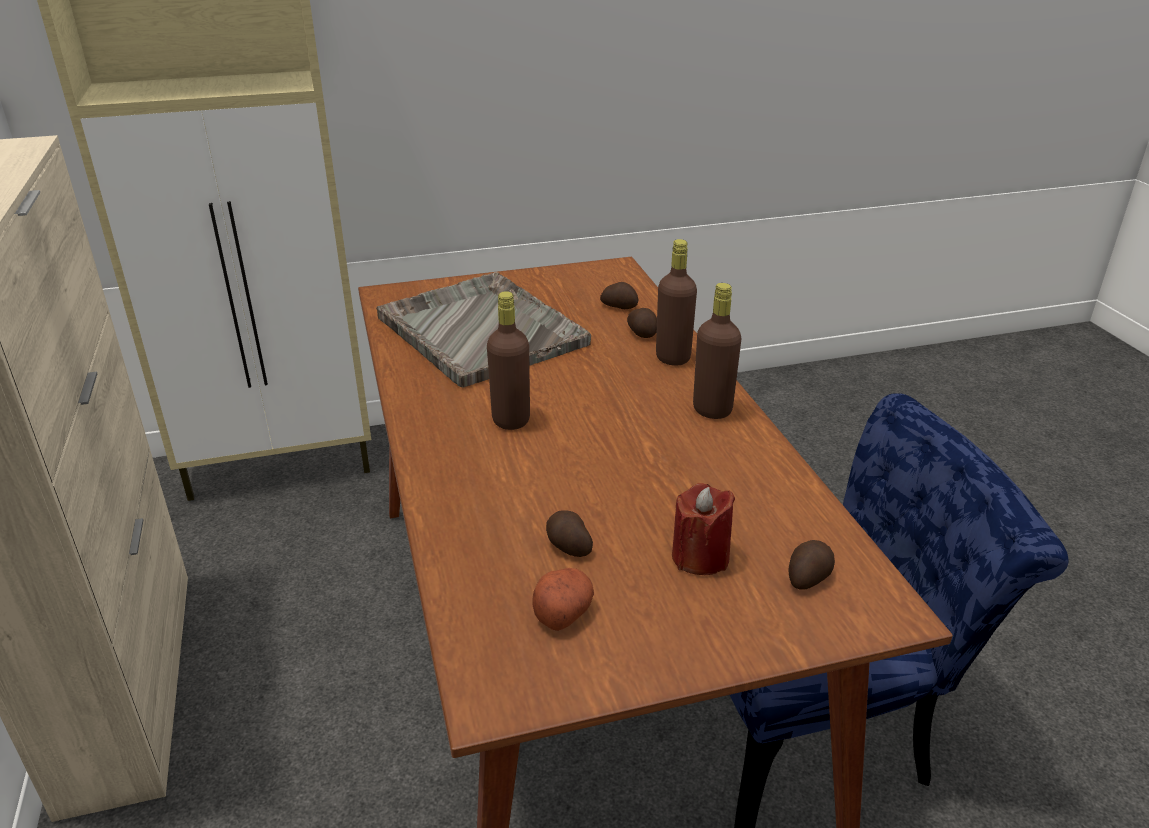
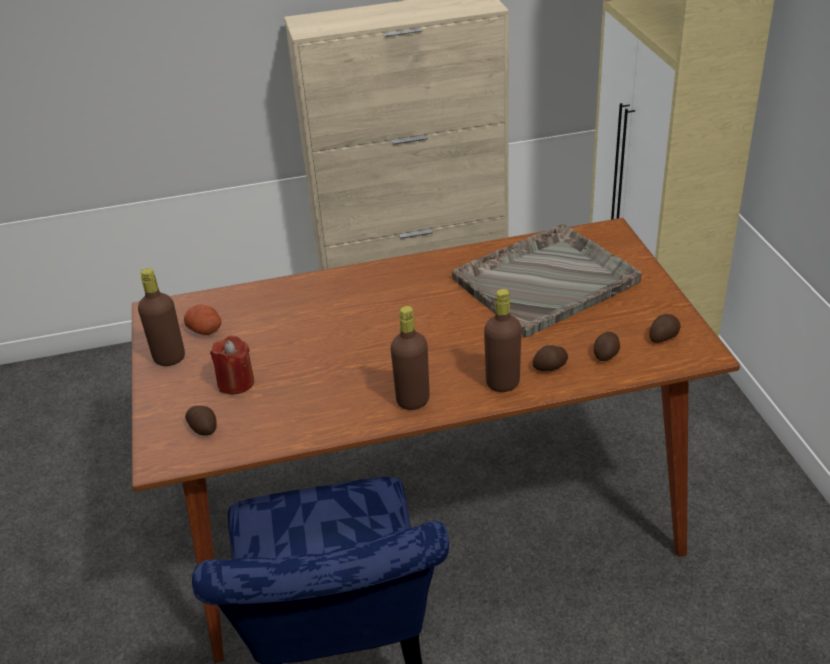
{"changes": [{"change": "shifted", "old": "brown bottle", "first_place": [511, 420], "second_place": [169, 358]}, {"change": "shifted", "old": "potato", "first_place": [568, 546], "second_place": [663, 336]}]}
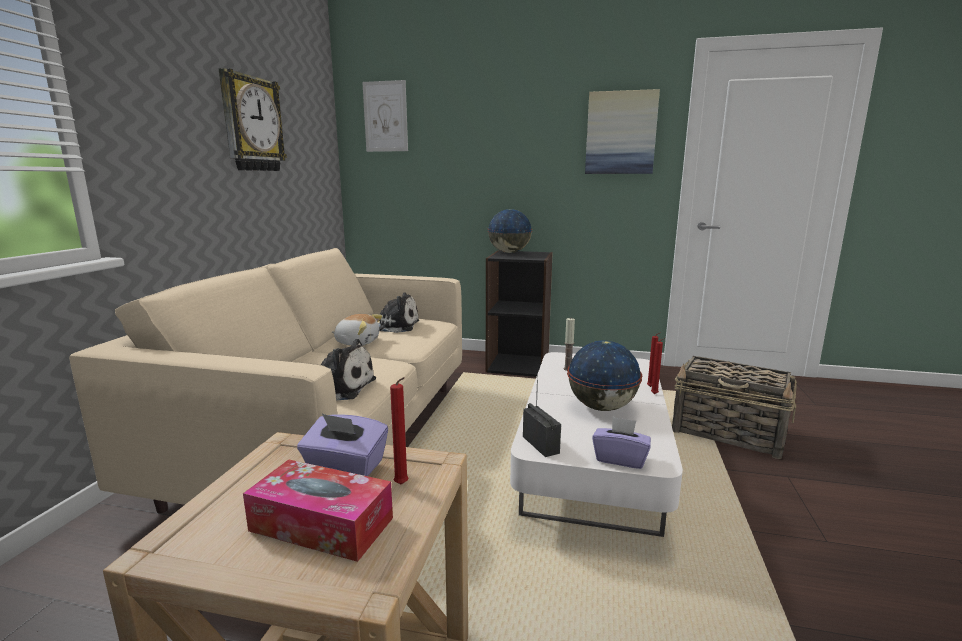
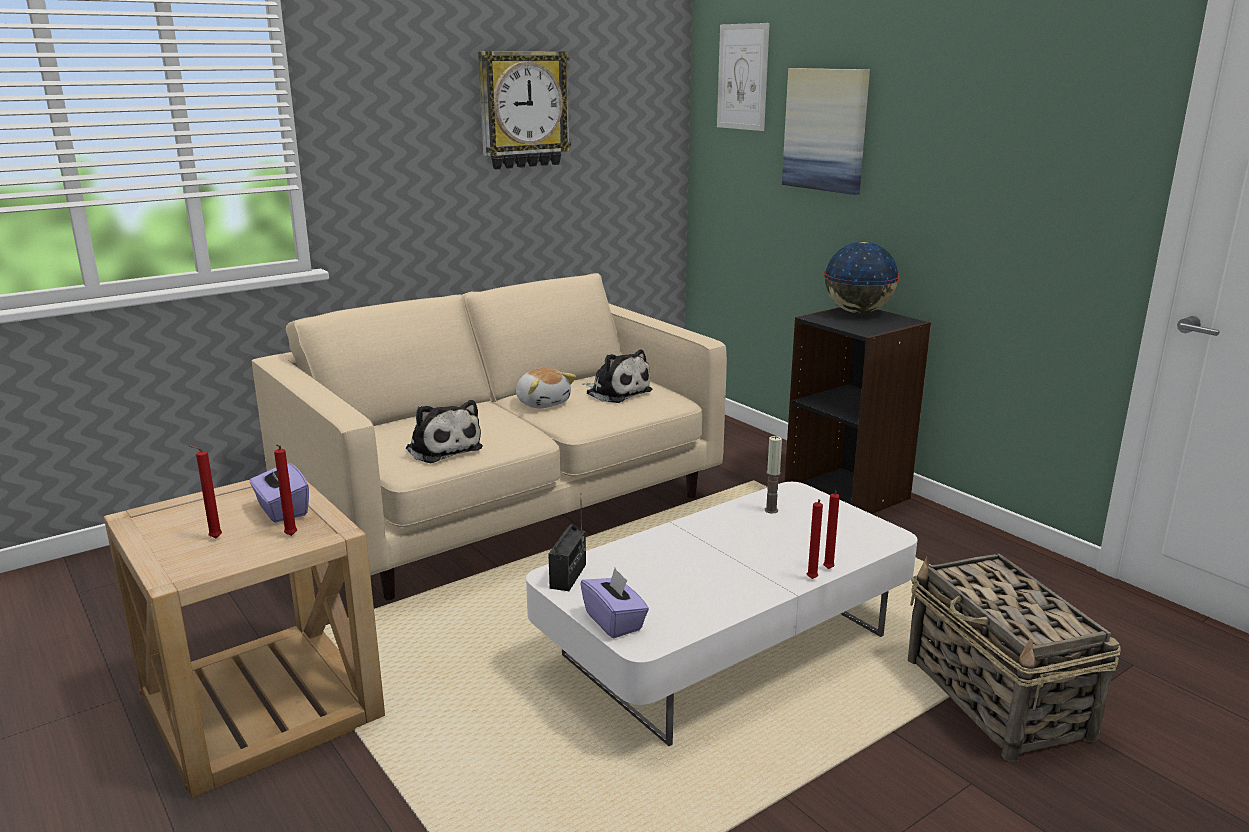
{"changes": [{"change": "swapped", "old": "tissue box", "new": "red candle", "first_place": [322, 524], "second_place": [213, 539]}, {"change": "shifted", "old": "picture", "first_place": [620, 133], "second_place": [826, 130]}, {"change": "gone", "old": "globe", "first_place": [601, 407]}]}
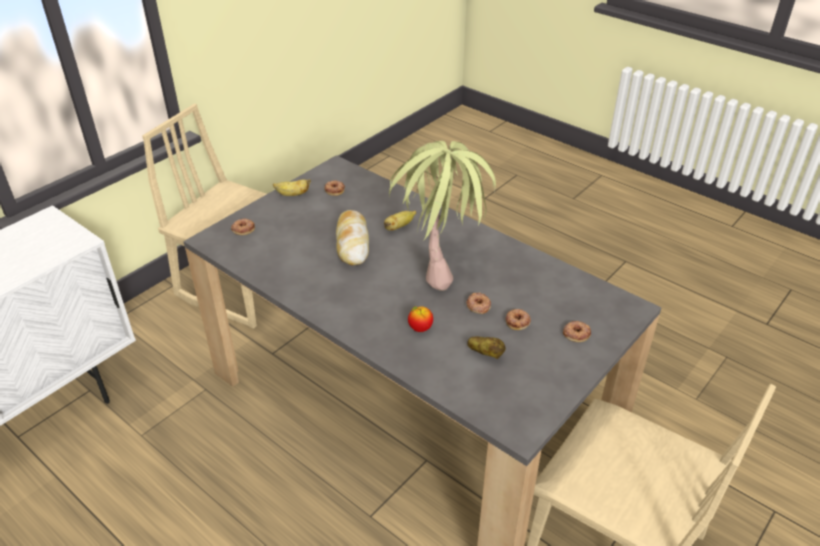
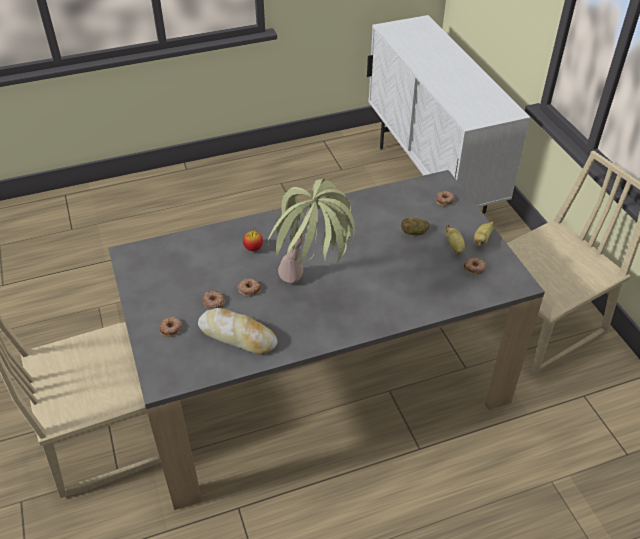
{"changes": [{"change": "shifted", "old": "bread", "first_place": [352, 242], "second_place": [237, 336]}, {"change": "shifted", "old": "potato", "first_place": [486, 353], "second_place": [414, 233]}, {"change": "shifted", "old": "banana", "first_place": [399, 227], "second_place": [454, 247]}]}
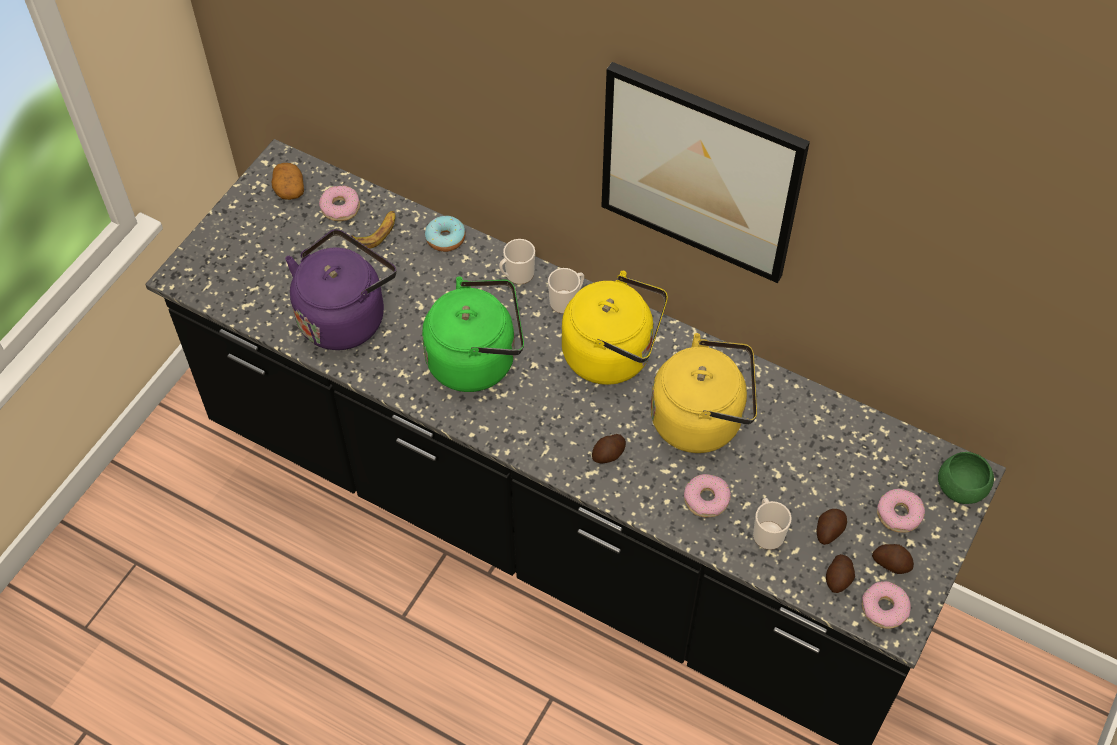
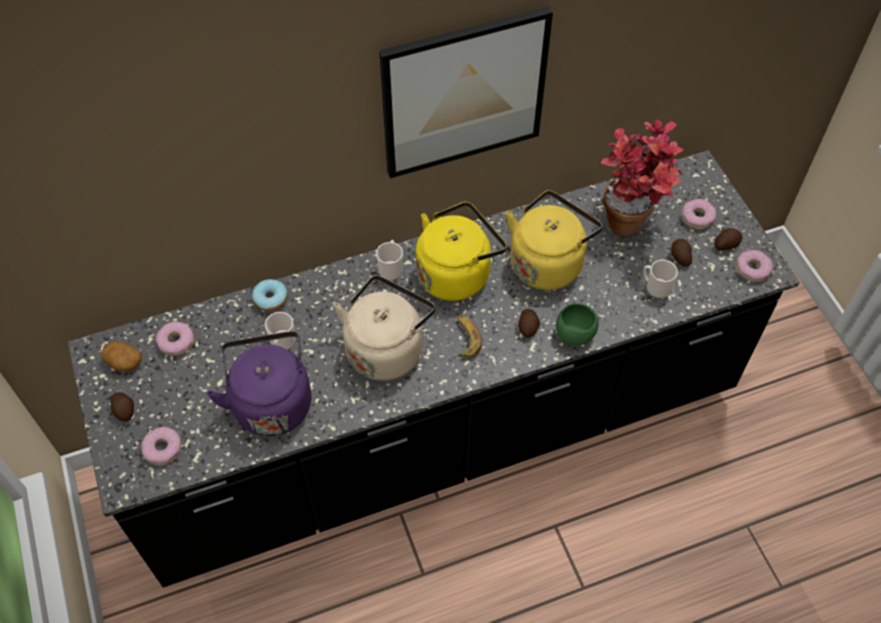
{"changes": [{"change": "shifted", "old": "potato", "first_place": [839, 578], "second_place": [124, 410]}, {"change": "shifted", "old": "donut", "first_place": [706, 499], "second_place": [163, 448]}, {"change": "shifted", "old": "mug", "first_place": [517, 275], "second_place": [282, 343]}, {"change": "repainted", "old": "green kettle", "new": "beige kettle", "first_place": [477, 359], "second_place": [386, 348]}, {"change": "shifted", "old": "banana", "first_place": [377, 232], "second_place": [466, 339]}, {"change": "shifted", "old": "green bowl", "first_place": [961, 489], "second_place": [575, 333]}, {"change": "new", "new": "potted plant", "second_place": [631, 218]}]}
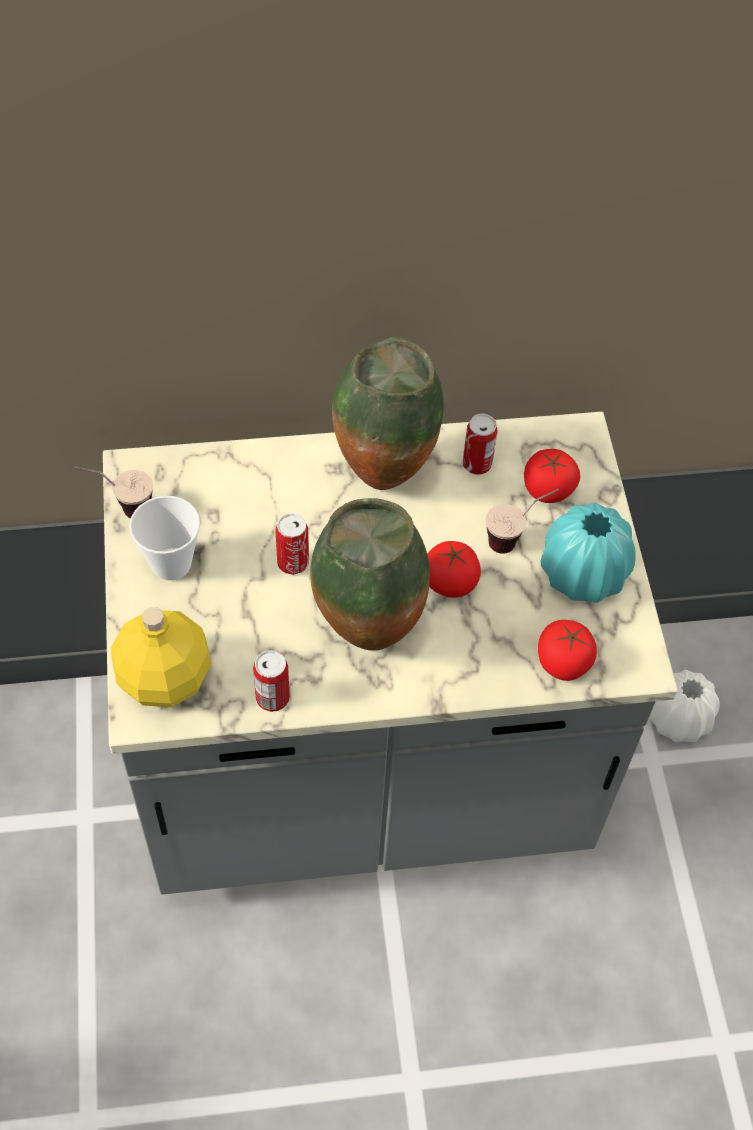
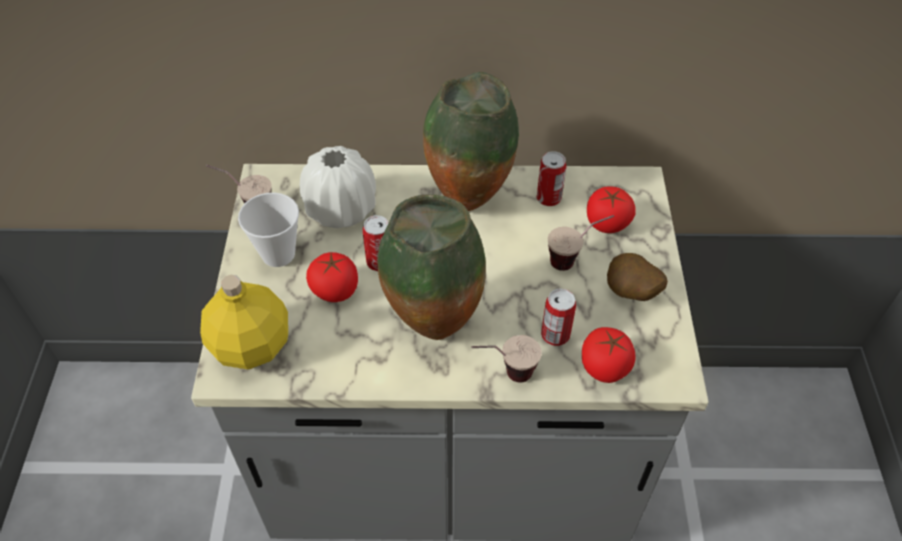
{"changes": [{"change": "shifted", "old": "white vase", "first_place": [678, 719], "second_place": [341, 209]}, {"change": "shifted", "old": "tomato", "first_place": [450, 582], "second_place": [335, 290]}, {"change": "new", "new": "cup", "second_place": [504, 375]}, {"change": "shifted", "old": "can", "first_place": [272, 698], "second_place": [555, 335]}, {"change": "swapped", "old": "turquoise vase", "new": "potato", "first_place": [583, 574], "second_place": [630, 293]}]}
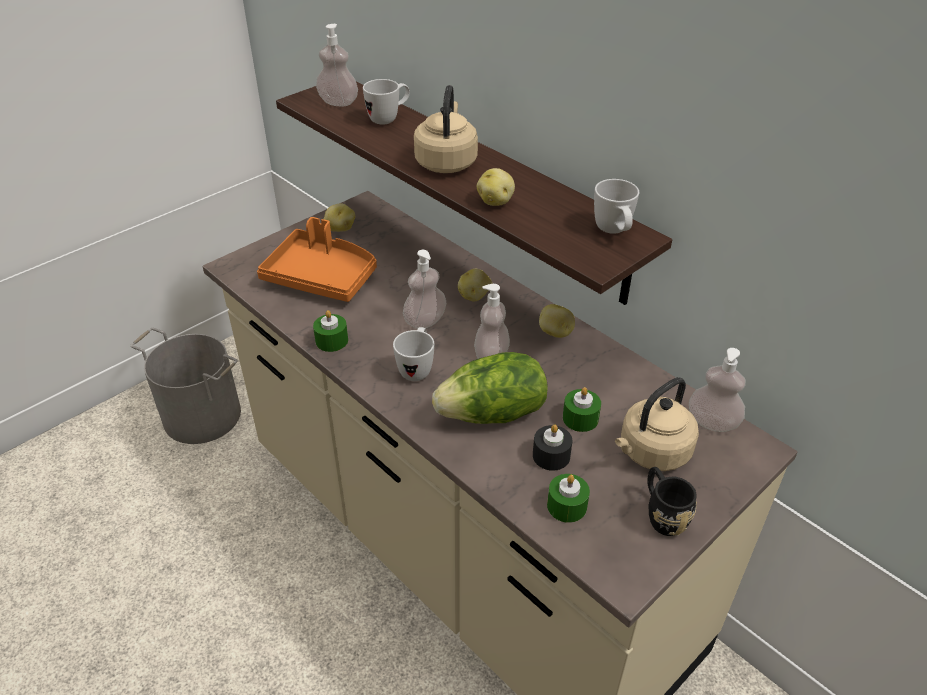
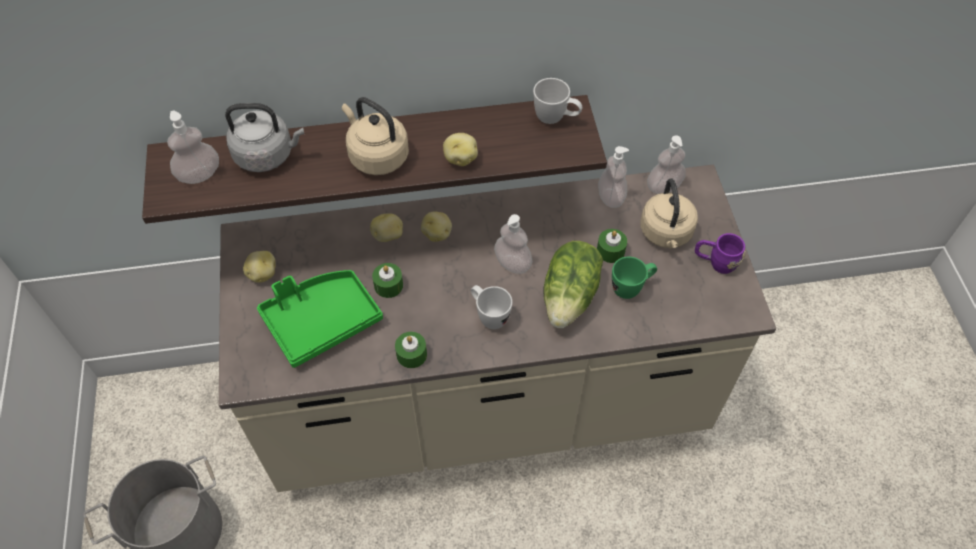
{"changes": [{"change": "swapped", "old": "white mug", "new": "grey kettle", "first_place": [389, 119], "second_place": [267, 155]}, {"change": "repainted", "old": "orange tray", "new": "green tray", "first_place": [322, 277], "second_place": [321, 321]}, {"change": "shifted", "old": "potato", "first_place": [555, 333], "second_place": [388, 235]}, {"change": "shifted", "old": "green candle", "first_place": [567, 506], "second_place": [388, 285]}, {"change": "shifted", "old": "soap dispenser", "first_place": [425, 321], "second_place": [610, 197]}, {"change": "swapped", "old": "black candle", "new": "green mug", "first_place": [551, 456], "second_place": [631, 288]}, {"change": "repainted", "old": "black mug", "new": "purple mug", "first_place": [662, 514], "second_place": [715, 262]}]}
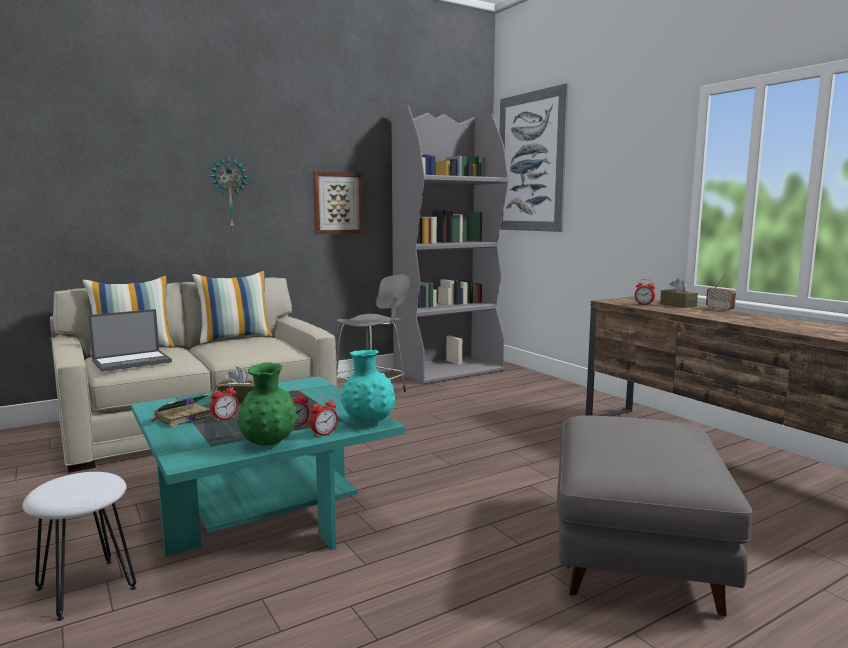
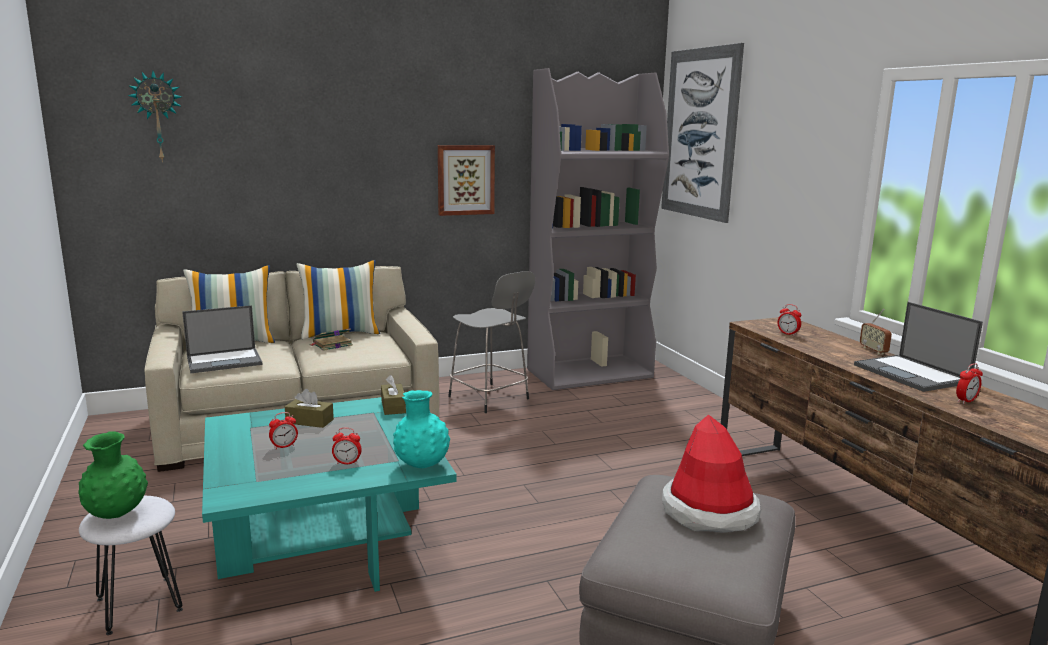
{"changes": [{"change": "shifted", "old": "green vase", "first_place": [268, 443], "second_place": [116, 514]}, {"change": "shifted", "old": "wall clock", "first_place": [229, 193], "second_place": [157, 116]}, {"change": "shifted", "old": "book", "first_place": [182, 418], "second_place": [331, 345]}, {"change": "shifted", "old": "brown tissue box", "first_place": [678, 305], "second_place": [393, 407]}, {"change": "new", "new": "hat", "second_place": [710, 511]}, {"change": "new", "new": "laptop", "second_place": [912, 374]}, {"change": "shifted", "old": "alarm clock", "first_place": [324, 434], "second_place": [966, 401]}]}
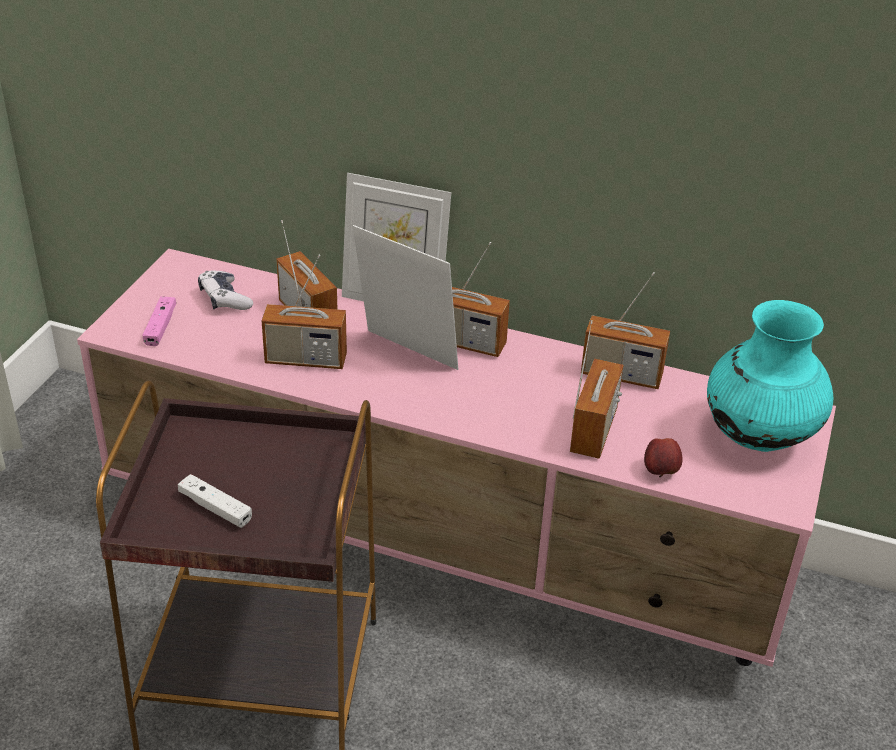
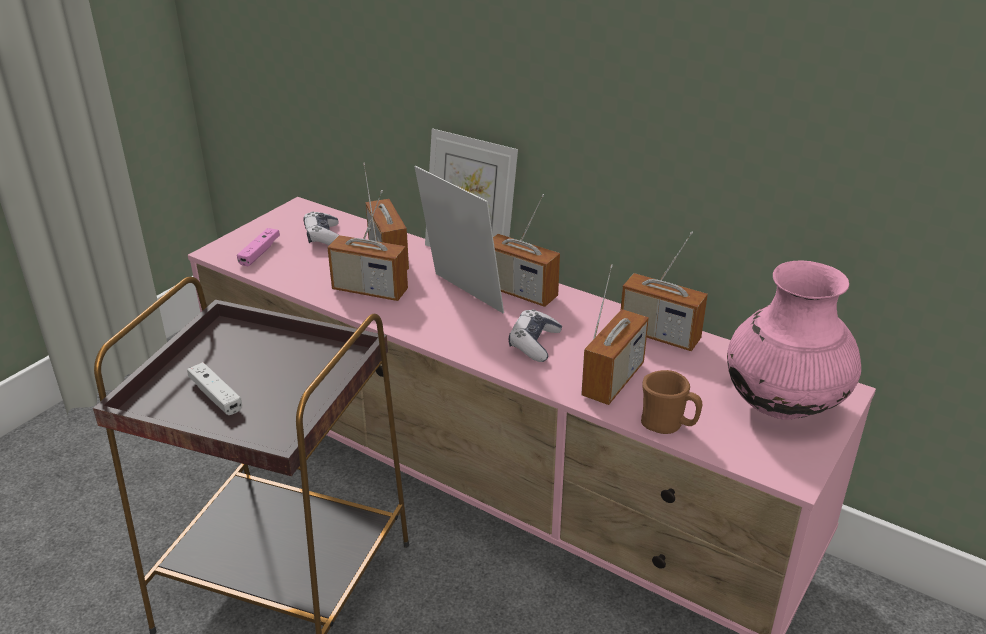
{"changes": [{"change": "new", "new": "game controller", "second_place": [534, 343]}, {"change": "swapped", "old": "apple", "new": "brown mug", "first_place": [660, 472], "second_place": [668, 425]}, {"change": "repainted", "old": "turquoise vase", "new": "pink vase", "first_place": [758, 436], "second_place": [783, 406]}]}
